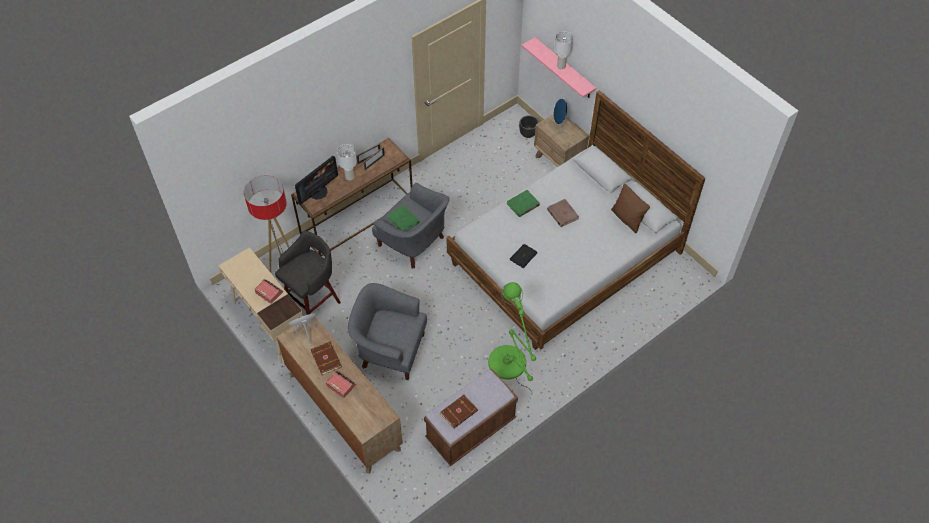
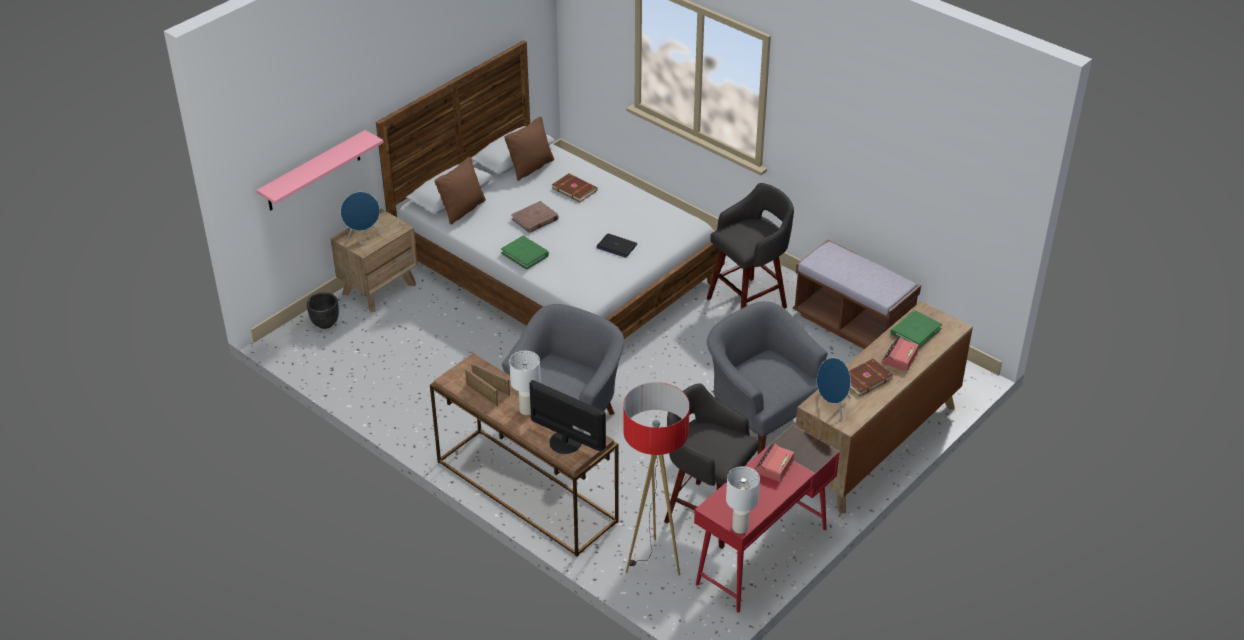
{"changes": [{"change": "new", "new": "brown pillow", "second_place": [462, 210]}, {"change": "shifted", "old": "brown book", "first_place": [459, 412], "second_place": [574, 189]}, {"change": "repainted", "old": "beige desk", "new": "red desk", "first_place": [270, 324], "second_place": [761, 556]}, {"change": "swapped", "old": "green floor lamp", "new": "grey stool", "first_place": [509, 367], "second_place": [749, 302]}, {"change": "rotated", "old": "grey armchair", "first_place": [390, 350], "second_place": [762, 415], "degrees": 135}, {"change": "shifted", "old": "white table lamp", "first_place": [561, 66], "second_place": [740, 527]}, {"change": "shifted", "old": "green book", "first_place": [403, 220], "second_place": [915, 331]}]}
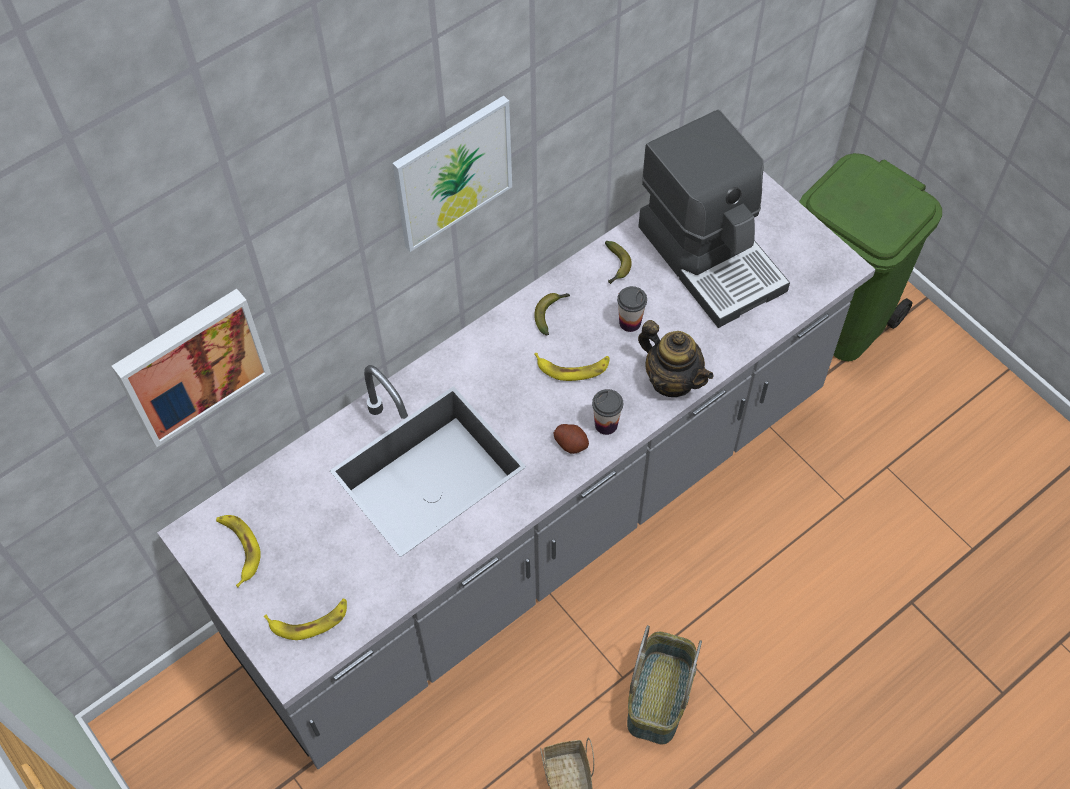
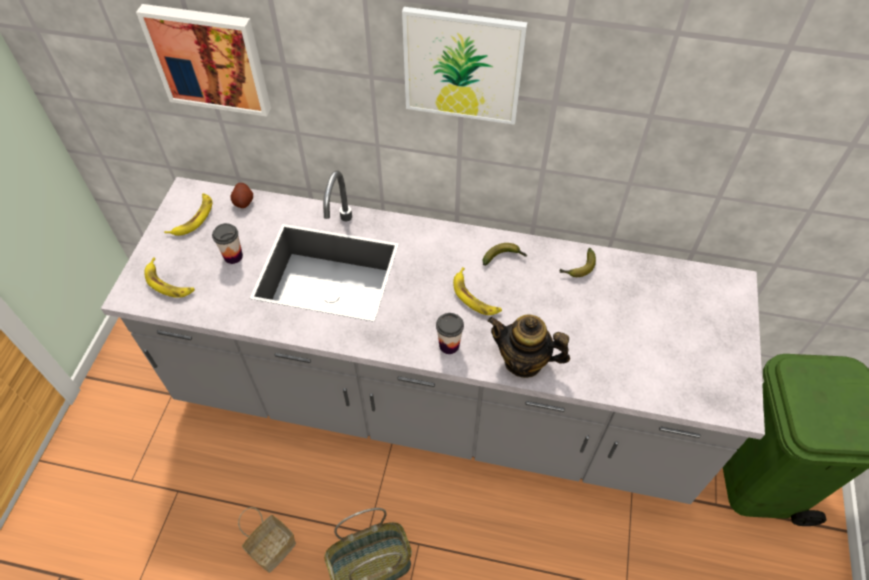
{"changes": [{"change": "shifted", "old": "cup", "first_place": [630, 322], "second_place": [233, 256]}, {"change": "shifted", "old": "potato", "first_place": [571, 443], "second_place": [243, 202]}, {"change": "rotated", "old": "teapot", "first_place": [672, 380], "second_place": [523, 361], "degrees": 105}, {"change": "gone", "old": "coffee machine", "first_place": [712, 256]}]}
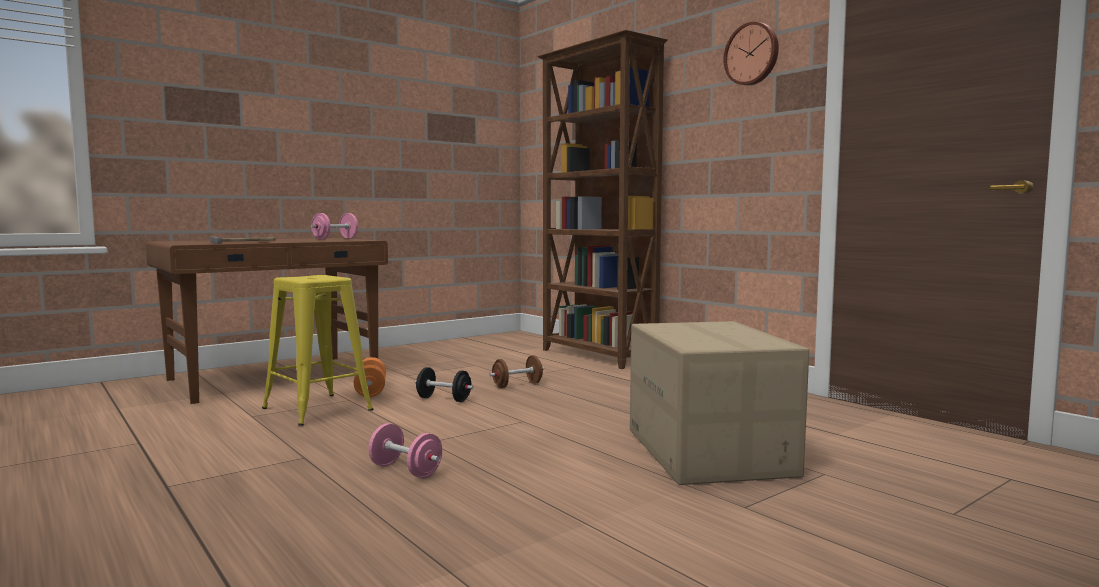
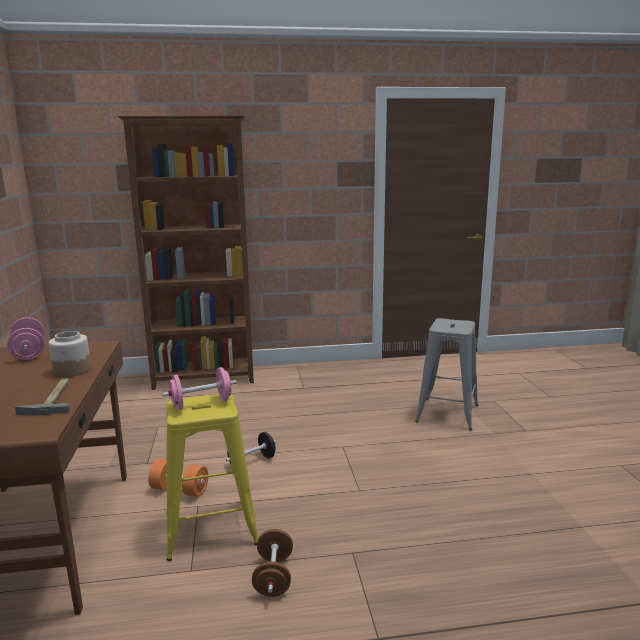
{"changes": [{"change": "new", "new": "jar", "second_place": [72, 370]}, {"change": "shifted", "old": "pink dumbbell", "first_place": [405, 470], "second_place": [201, 404]}, {"change": "shifted", "old": "brown dumbbell", "first_place": [517, 385], "second_place": [273, 577]}, {"change": "swapped", "old": "cardboard box", "new": "grey stool", "first_place": [710, 452], "second_place": [447, 413]}, {"change": "gone", "old": "wall clock", "first_place": [752, 54]}]}
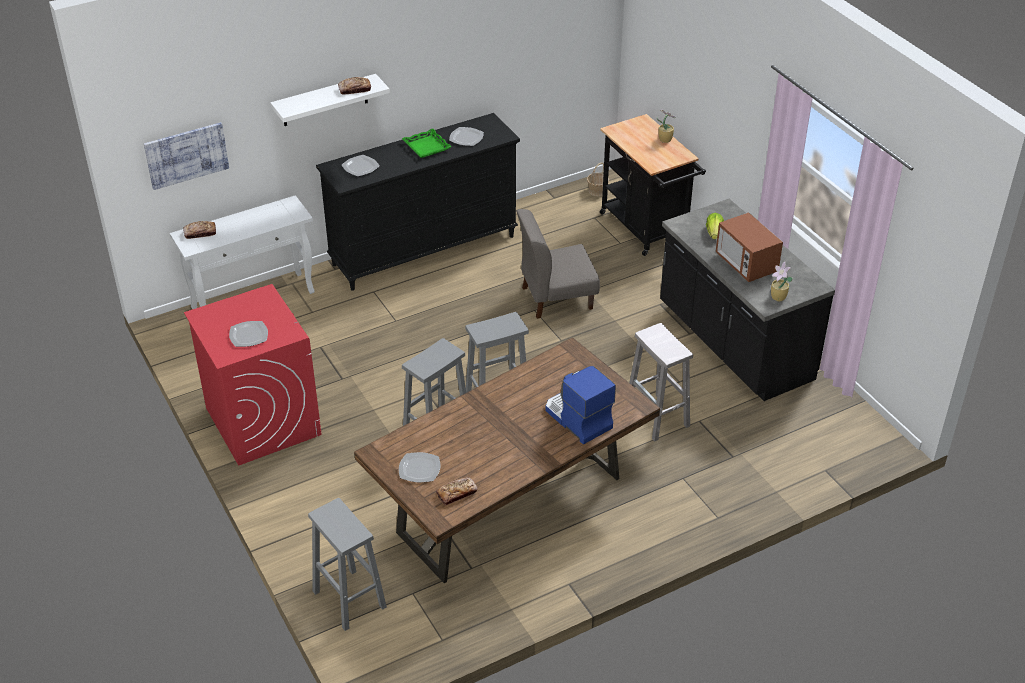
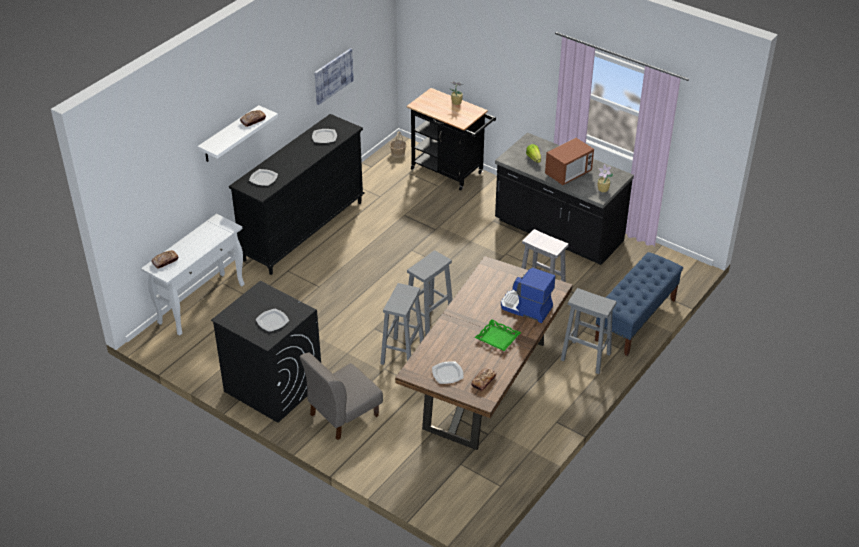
{"changes": [{"change": "repainted", "old": "red washing machine", "new": "black washing machine", "first_place": [262, 421], "second_place": [272, 386]}, {"change": "shifted", "old": "grey chair", "first_place": [556, 298], "second_place": [343, 415]}, {"change": "shifted", "old": "picture", "first_place": [186, 155], "second_place": [333, 76]}, {"change": "shifted", "old": "green tray", "first_place": [426, 147], "second_place": [497, 338]}, {"change": "rotated", "old": "microwave", "first_place": [745, 264], "second_place": [568, 174], "degrees": -75}, {"change": "shifted", "old": "grey stool", "first_place": [348, 598], "second_place": [585, 356]}, {"change": "new", "new": "blue bench", "second_place": [635, 320]}]}
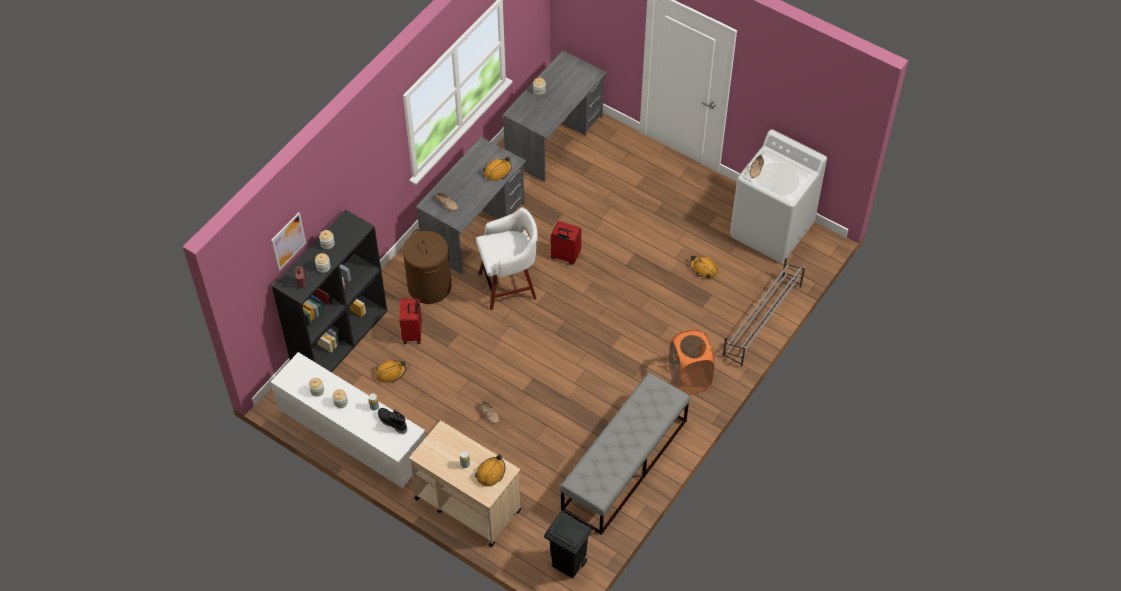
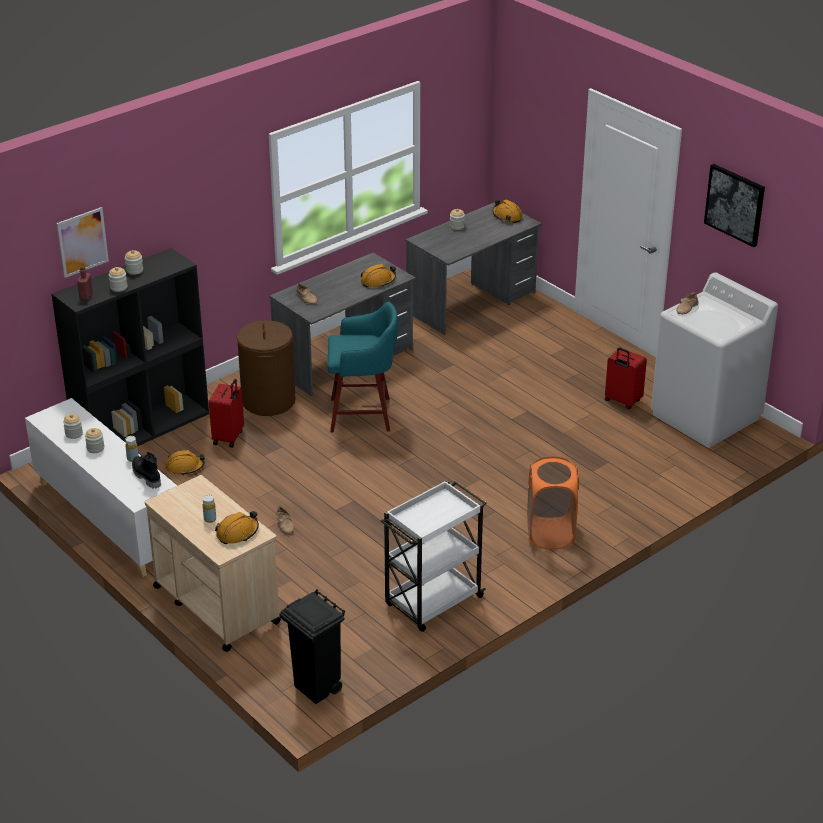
{"changes": [{"change": "repainted", "old": "white stool", "new": "turquoise stool", "first_place": [509, 285], "second_place": [363, 415]}, {"change": "swapped", "old": "grey bench", "new": "white cart", "first_place": [624, 465], "second_place": [432, 602]}, {"change": "shifted", "old": "orange hard hat", "first_place": [703, 269], "second_place": [507, 216]}, {"change": "shifted", "old": "red suitcase", "first_place": [565, 256], "second_place": [622, 401]}, {"change": "new", "new": "picture", "second_place": [735, 204]}, {"change": "gone", "old": "grey shoe rack", "first_place": [761, 321]}]}
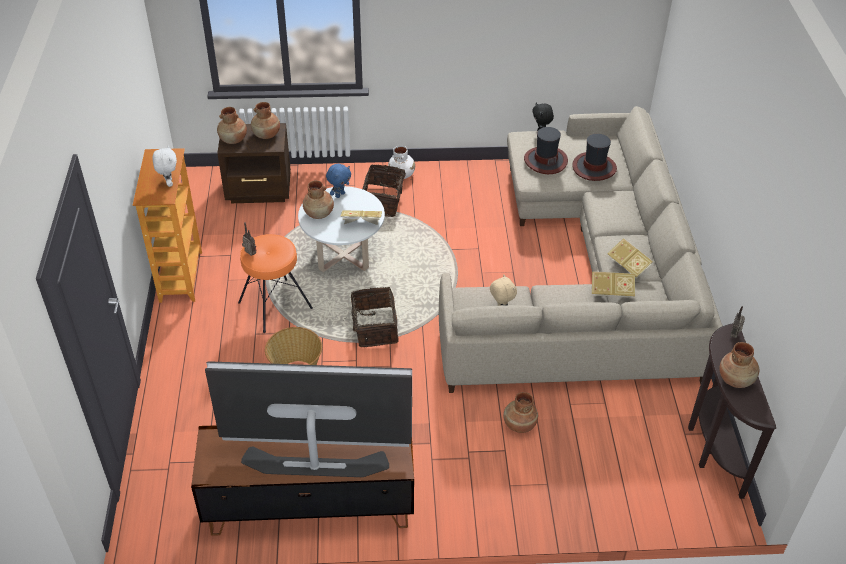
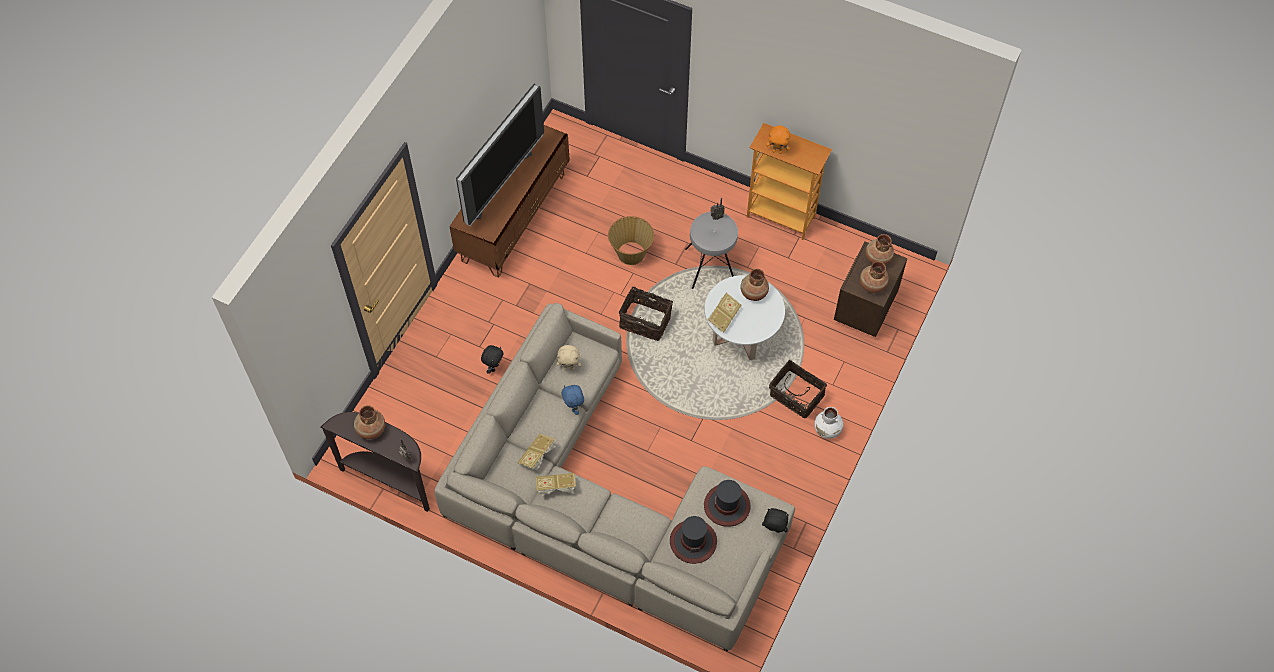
{"changes": [{"change": "swapped", "old": "brown vase", "new": "black plush toy", "first_place": [519, 425], "second_place": [494, 367]}, {"change": "shifted", "old": "blue plush toy", "first_place": [339, 194], "second_place": [574, 407]}, {"change": "repainted", "old": "orange stool", "new": "grey stool", "first_place": [275, 305], "second_place": [711, 266]}, {"change": "repainted", "old": "white plush toy", "new": "orange plush toy", "first_place": [168, 183], "second_place": [777, 151]}]}
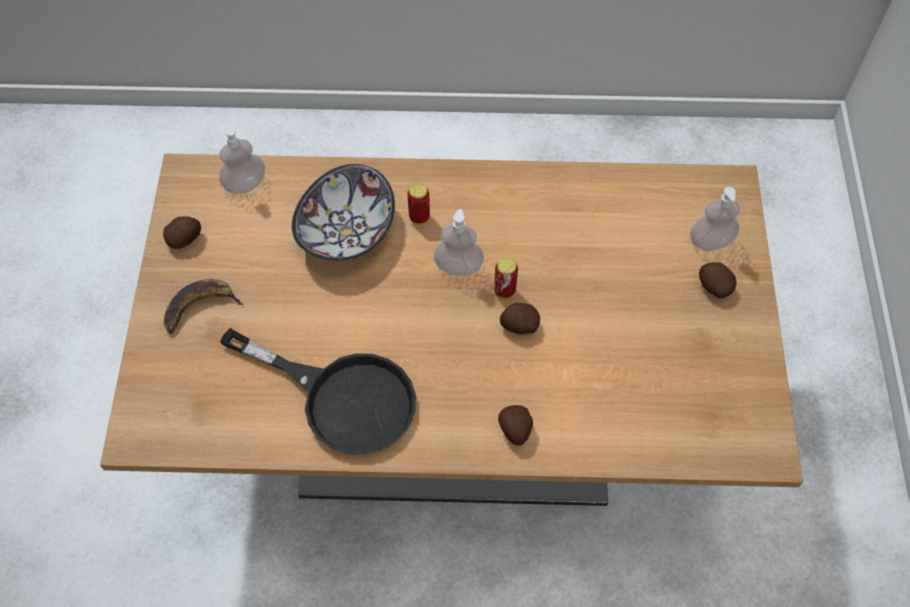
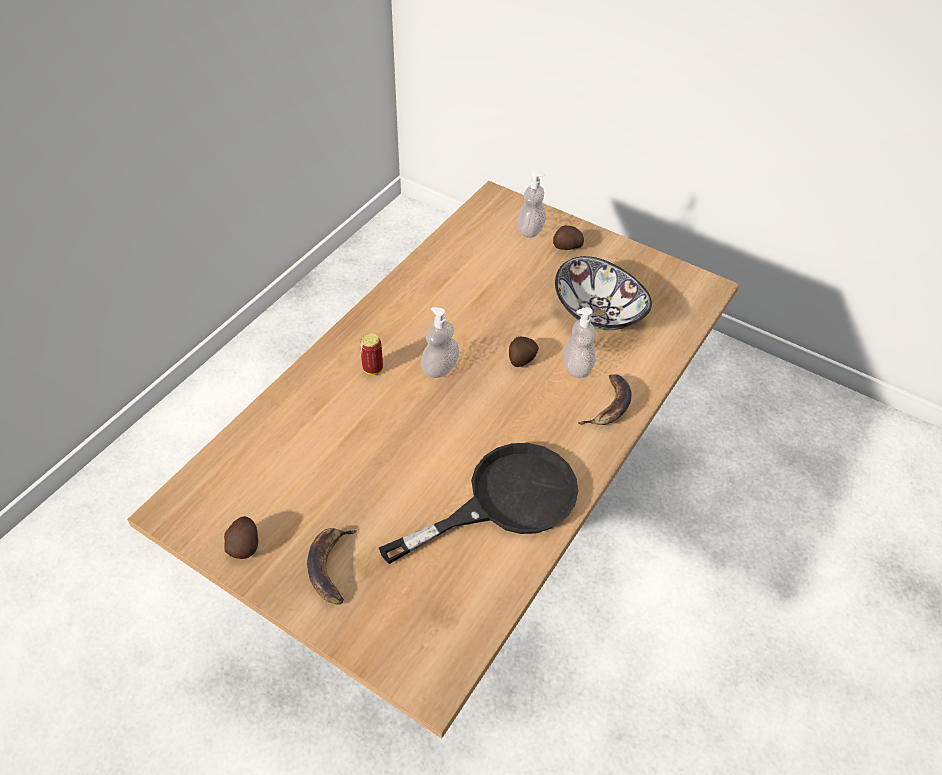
{"changes": [{"change": "shifted", "old": "bowl", "first_place": [347, 232], "second_place": [599, 313]}, {"change": "shifted", "old": "soap dispenser", "first_place": [245, 184], "second_place": [577, 367]}, {"change": "swapped", "old": "potato", "new": "banana", "first_place": [515, 430], "second_place": [609, 406]}, {"change": "gone", "old": "can", "first_place": [504, 291]}]}
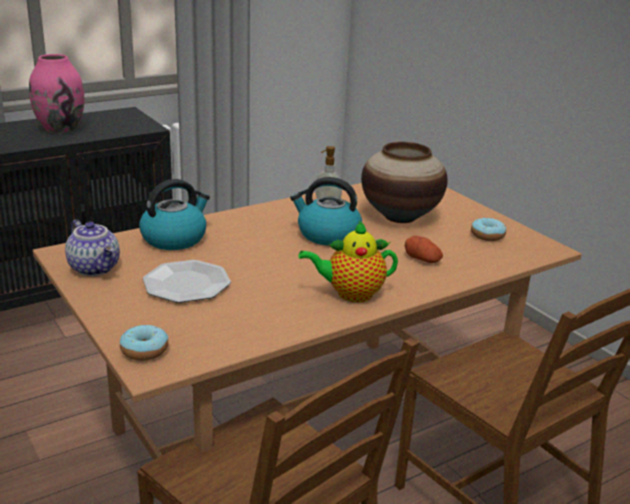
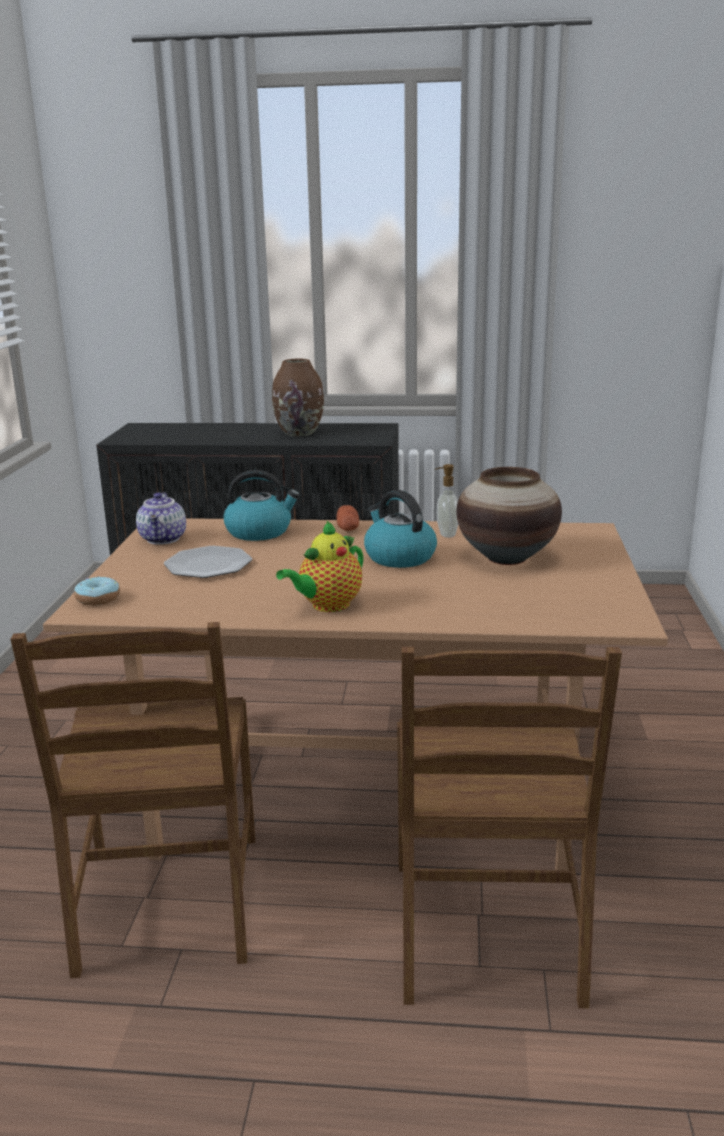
{"changes": [{"change": "repainted", "old": "pink vase", "new": "brown vase", "first_place": [60, 129], "second_place": [299, 433]}, {"change": "rotated", "old": "teapot", "first_place": [350, 294], "second_place": [327, 606], "degrees": -75}, {"change": "shifted", "old": "potato", "first_place": [422, 259], "second_place": [348, 528]}, {"change": "gone", "old": "donut", "first_place": [487, 235]}]}
